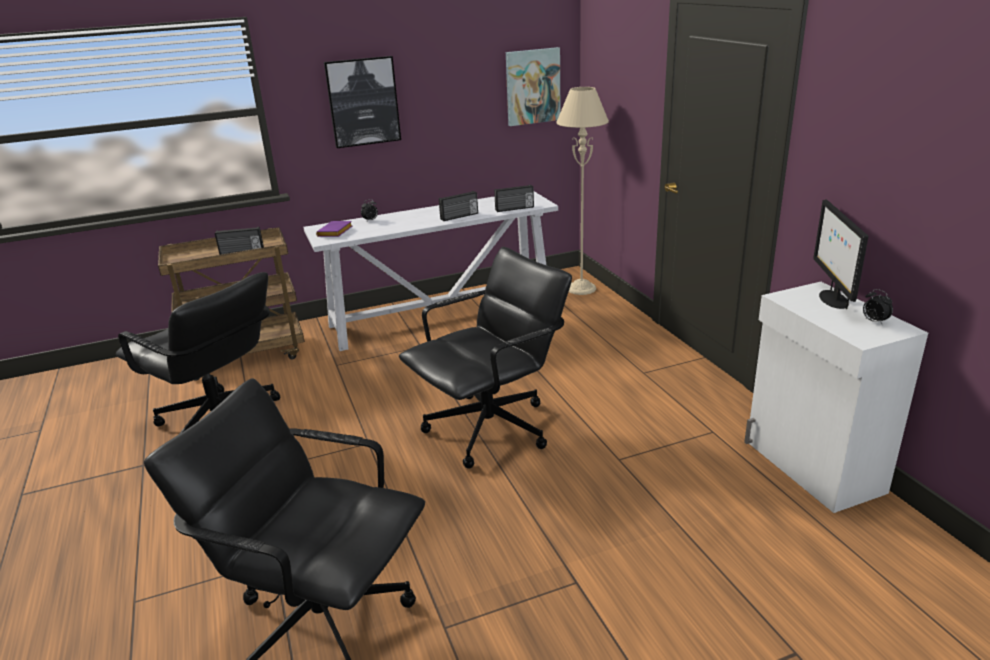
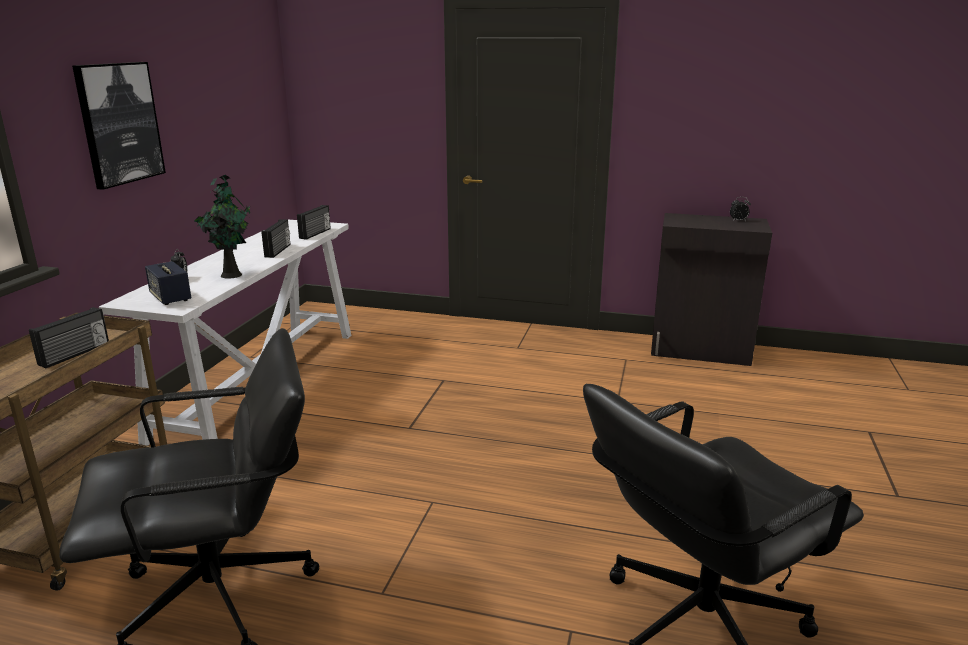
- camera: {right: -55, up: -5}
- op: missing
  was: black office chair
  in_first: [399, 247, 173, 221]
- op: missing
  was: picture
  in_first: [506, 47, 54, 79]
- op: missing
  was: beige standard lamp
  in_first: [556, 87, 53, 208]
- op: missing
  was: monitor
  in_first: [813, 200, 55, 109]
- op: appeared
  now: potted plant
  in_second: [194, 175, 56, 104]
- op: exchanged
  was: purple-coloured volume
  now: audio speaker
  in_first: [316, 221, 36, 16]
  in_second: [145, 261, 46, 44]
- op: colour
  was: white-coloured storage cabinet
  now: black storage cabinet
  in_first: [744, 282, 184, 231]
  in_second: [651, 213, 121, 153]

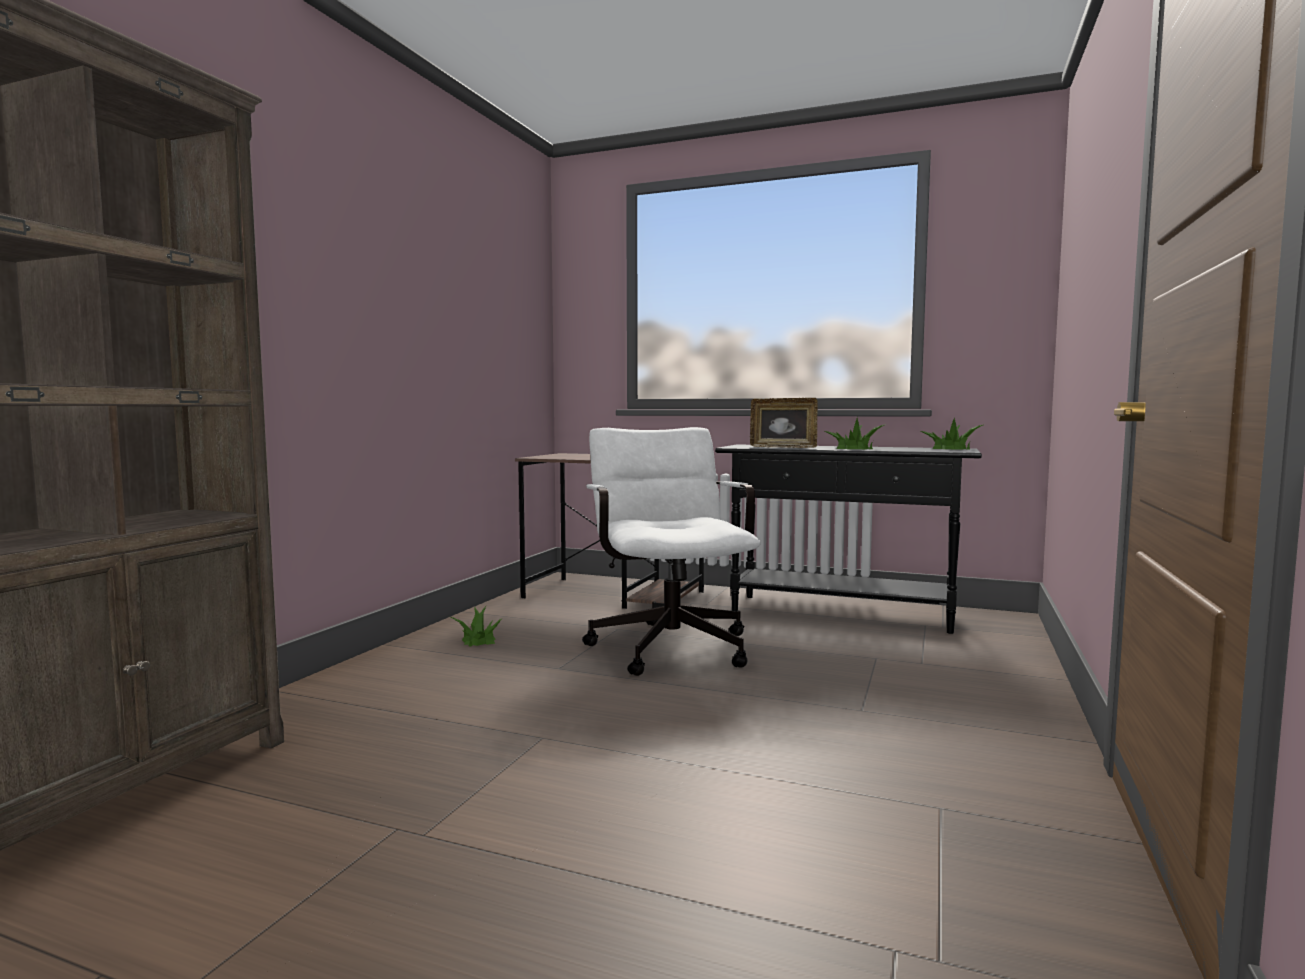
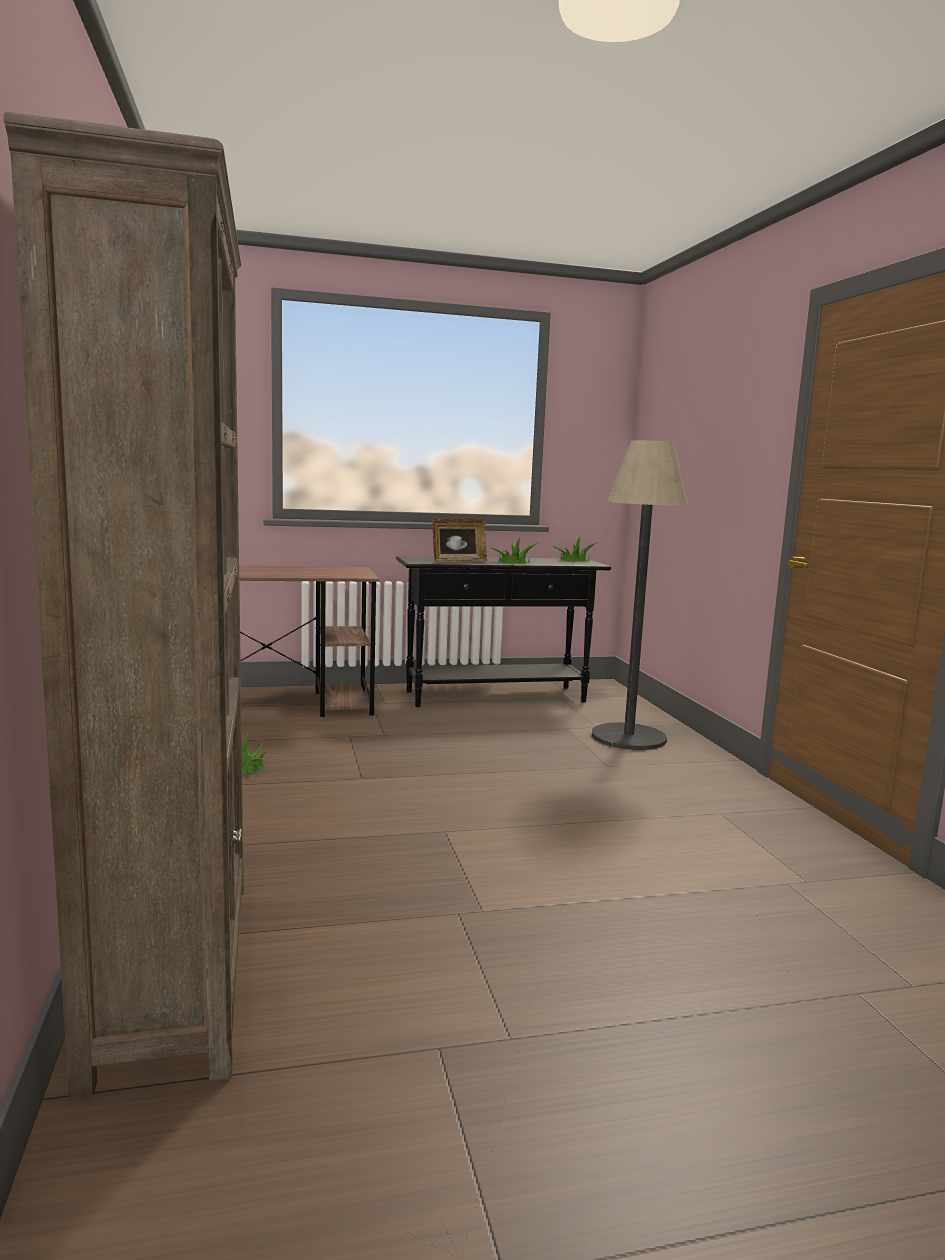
- camera: {right: -35, up: 5}
- op: missing
  was: white-coloured office chair
  in_first: [582, 427, 179, 249]
- op: appeared
  now: standard lamp
  in_second: [592, 440, 97, 310]

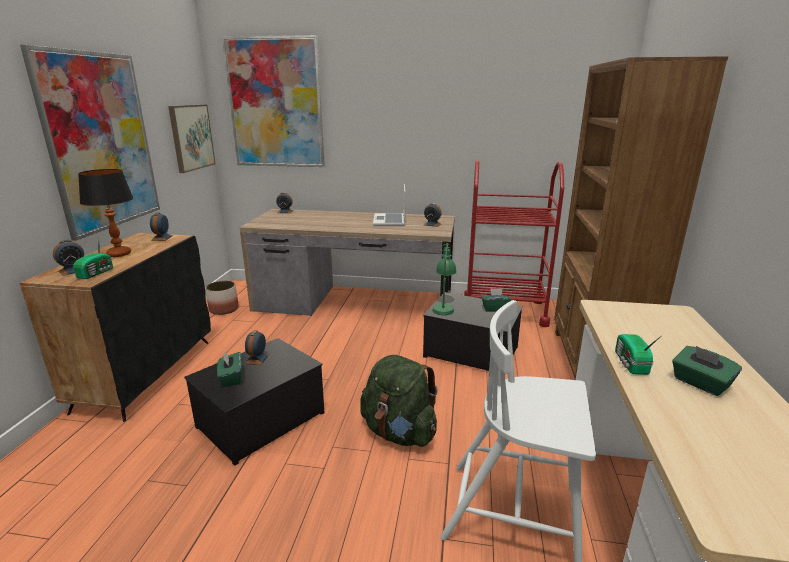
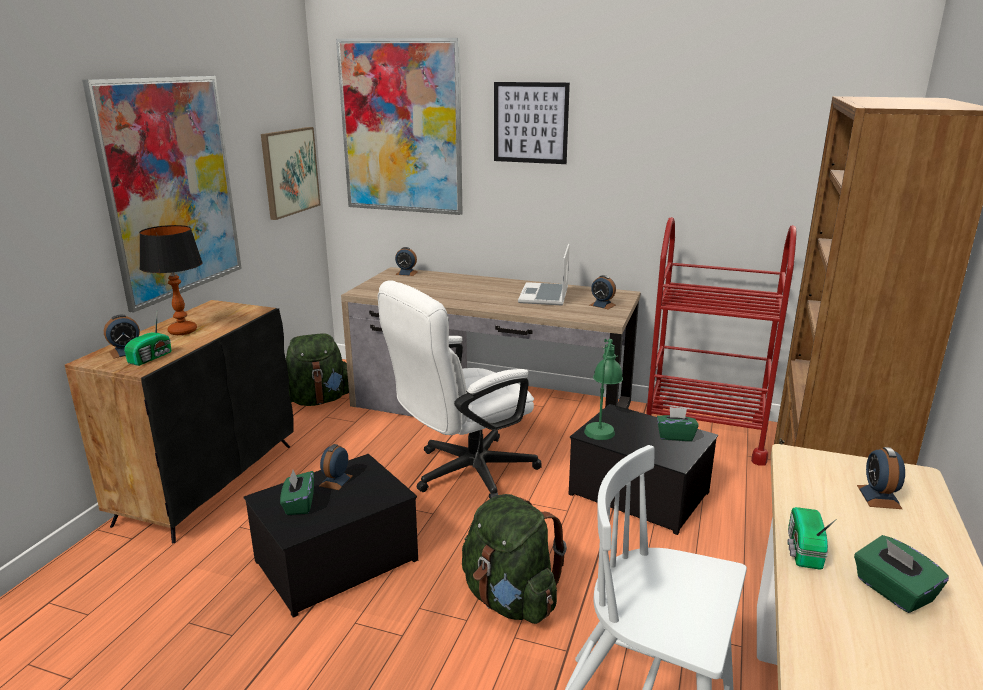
- camera: {right: 10, up: 0}
- op: appeared
  now: white-coloured office chair
  in_second: [378, 280, 164, 219]
- op: appeared
  now: picture
  in_second: [494, 82, 76, 82]
- op: relocated
  was: alarm clock
  in_first: [150, 213, 23, 28]
  in_second: [857, 447, 48, 62]
- op: exchanged
  was: flower pot
  now: green backpack
  in_first: [205, 281, 34, 34]
  in_second: [286, 333, 63, 73]

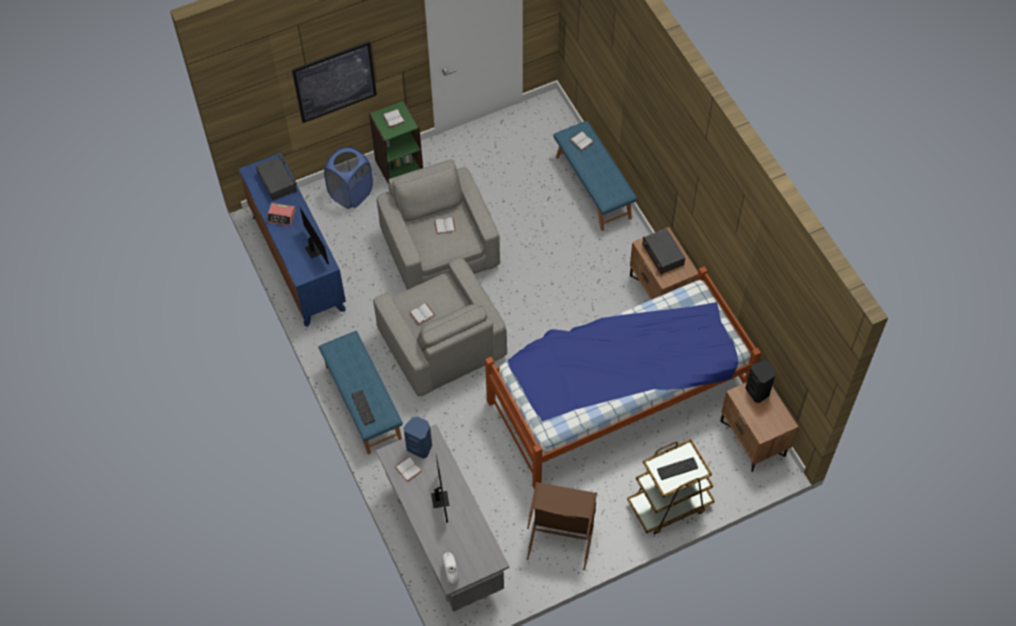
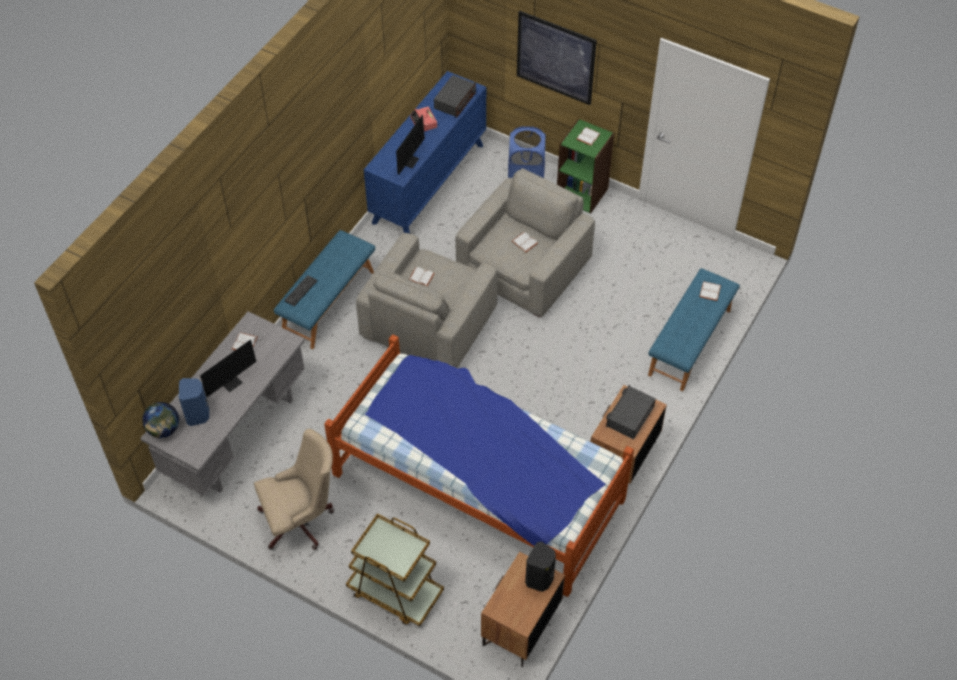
- camera: {right: 55, up: -5}
- op: missing
  was: computer keyboard
  in_first: [657, 457, 41, 23]
- op: relocated
  was: bluish audio speaker
  in_first: [403, 417, 29, 42]
  in_second: [179, 378, 30, 48]
- op: exchanged
  was: white-coloured decorative vase
  now: world globe
  in_first: [443, 552, 16, 34]
  in_second: [142, 402, 37, 36]
- op: exchanged
  was: brownish washing basket
  now: beige office chair
  in_first: [527, 482, 70, 88]
  in_second: [254, 429, 80, 121]

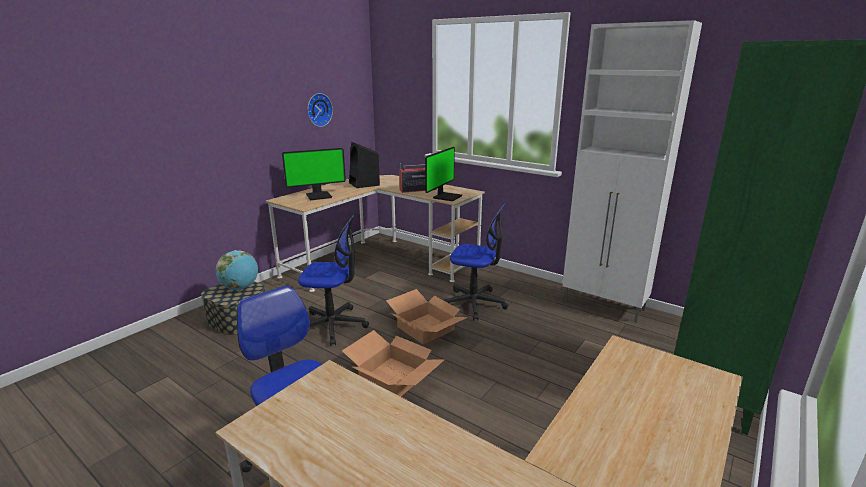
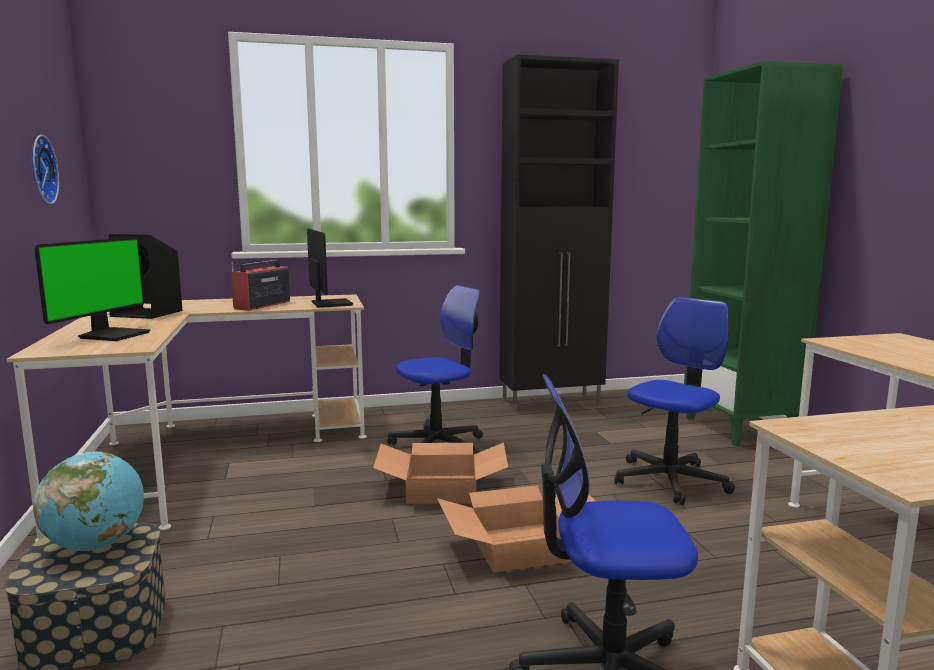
- camera: {right: -50, up: -10}
- op: relocated
  was: office chair
  in_first: [298, 215, 71, 131]
  in_second: [614, 297, 121, 208]
- op: colour
  was: white-coloured storage cabinet
  now: black storage cabinet
  in_first: [562, 20, 140, 303]
  in_second: [499, 54, 120, 358]

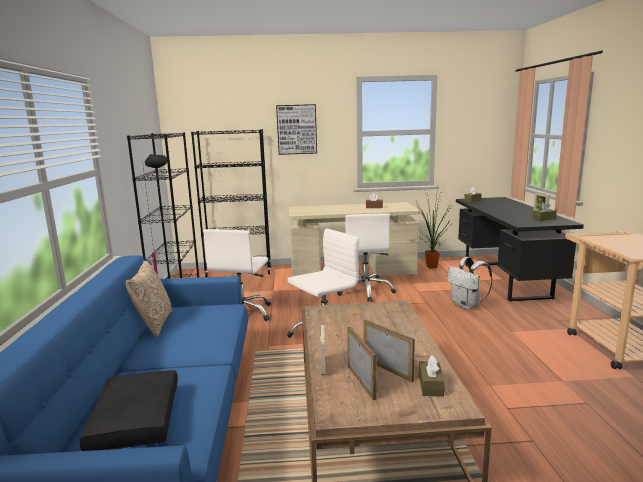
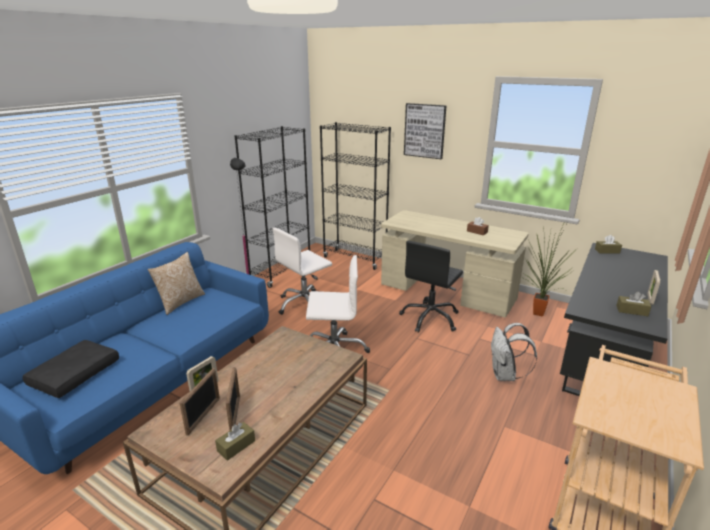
- camera: {right: 35, up: 10}
- op: colour
  was: white-coloured office chair
  now: black office chair
  in_first: [337, 213, 59, 89]
  in_second: [399, 241, 64, 92]

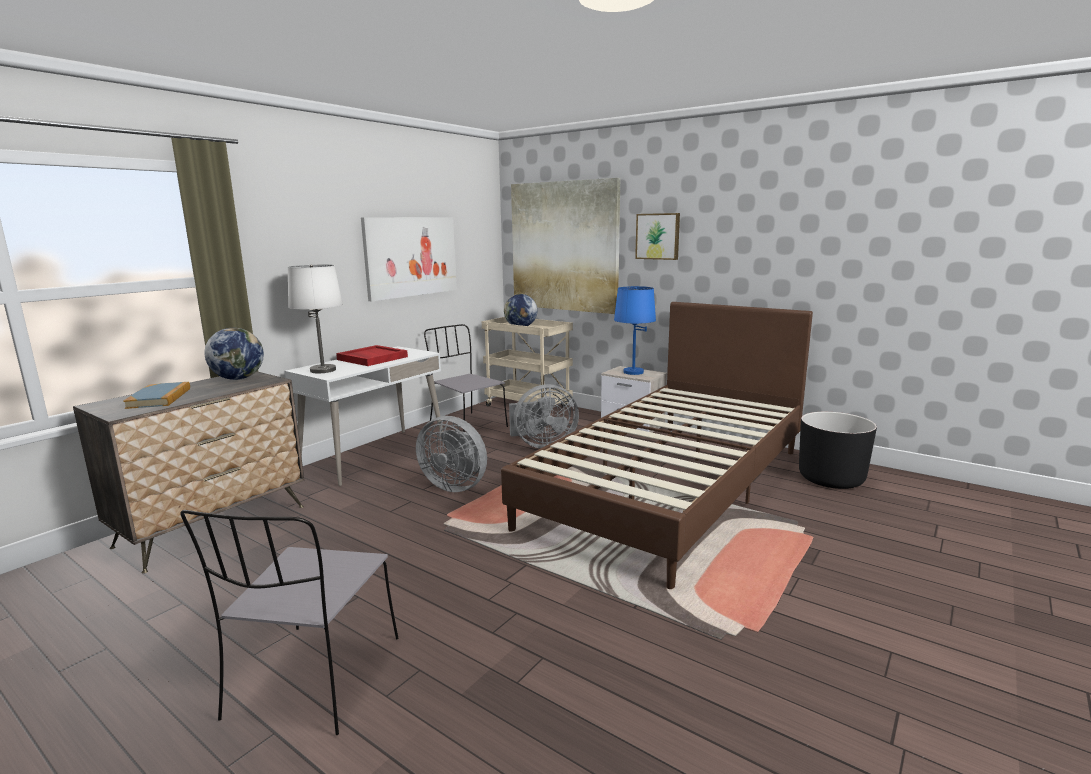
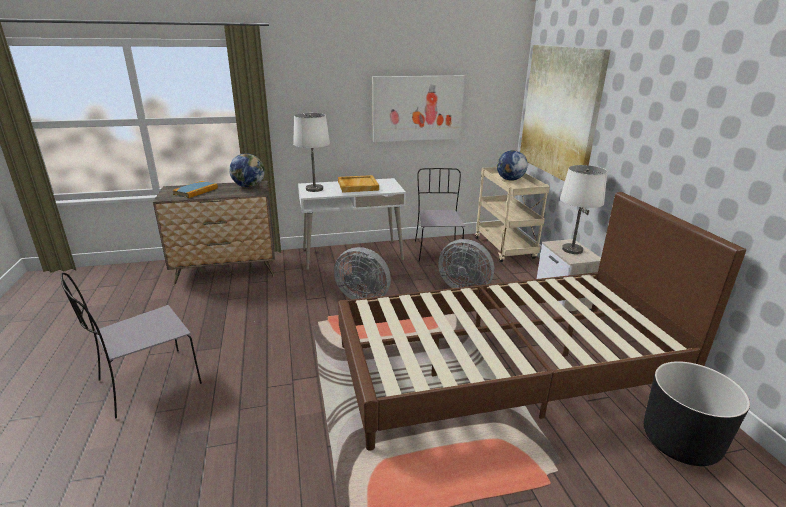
- camera: {right: 40, up: 10}
- op: missing
  was: picture
  in_first: [635, 213, 45, 47]
- op: colour
  was: red tray
  now: beige tray
  in_first: [336, 345, 72, 21]
  in_second: [338, 175, 41, 18]
- op: colour
  was: bluish table lamp
  now: white-coloured table lamp
  in_first: [614, 286, 42, 89]
  in_second: [560, 165, 47, 89]
- op: spun
  was: greyish fan
  in_first: [416, 416, 71, 76]
  in_second: [334, 247, 57, 52]
  clockwise: -45

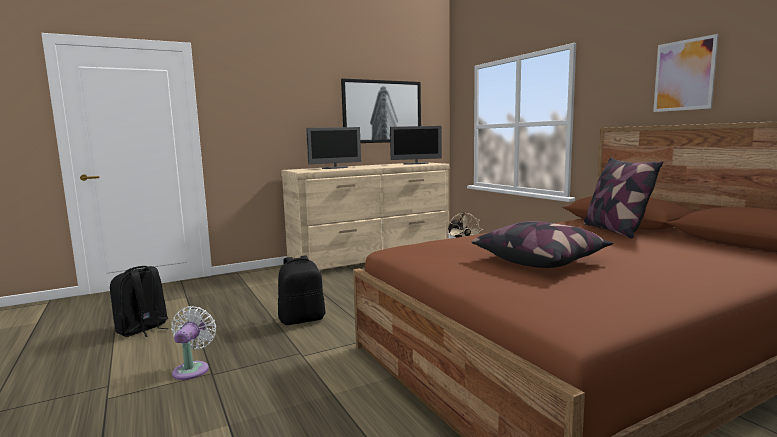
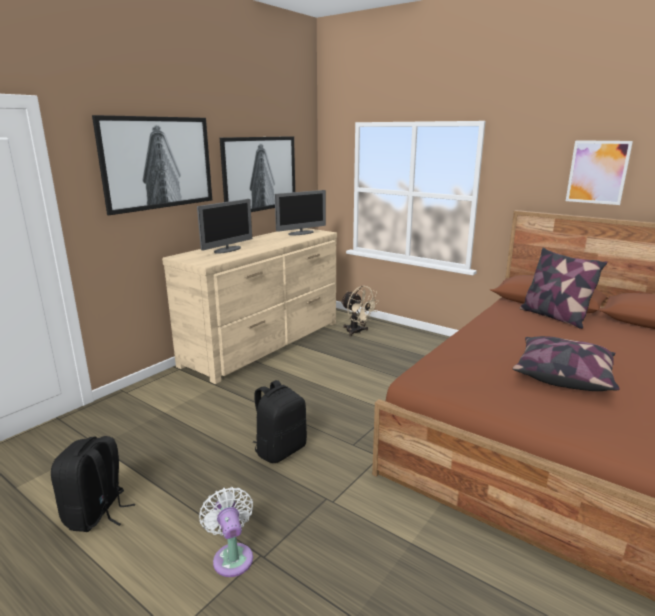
- camera: {right: -25, up: 10}
- op: appeared
  now: picture
  in_second: [92, 115, 120, 100]

